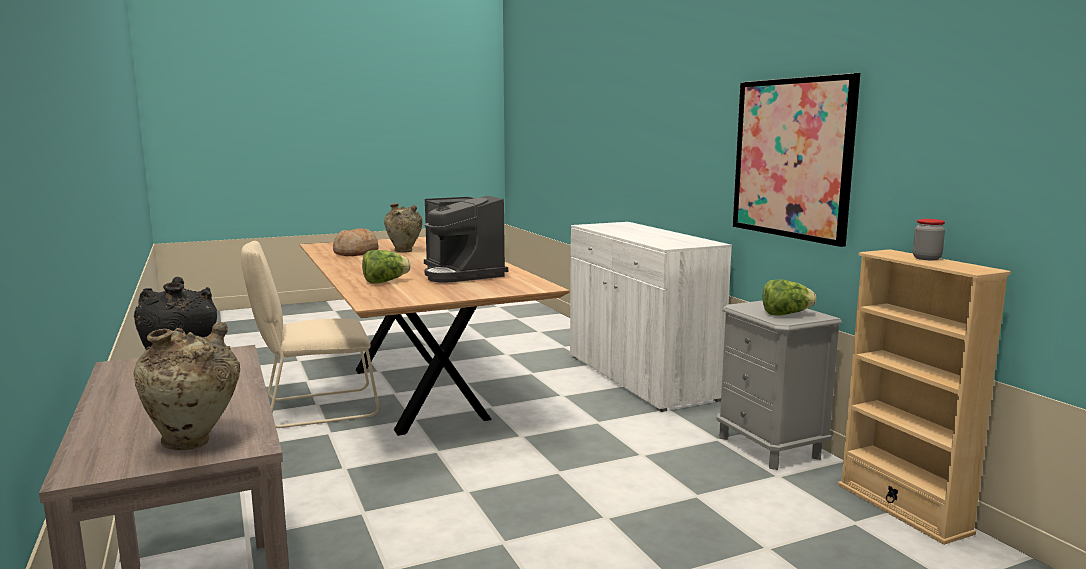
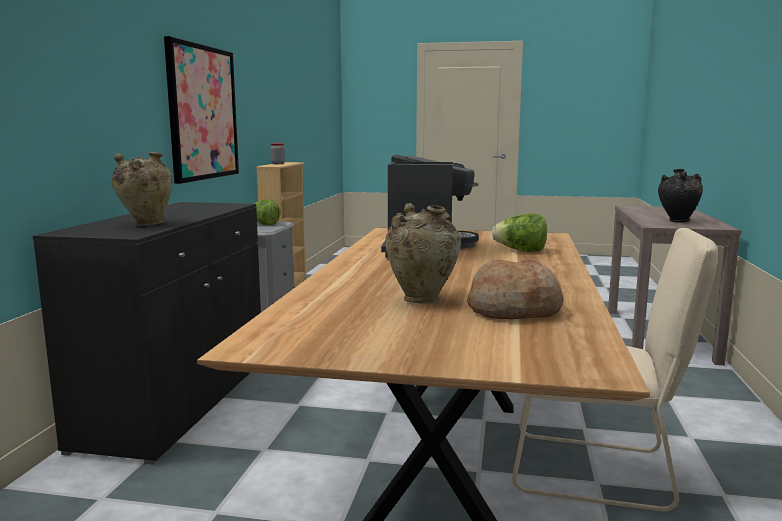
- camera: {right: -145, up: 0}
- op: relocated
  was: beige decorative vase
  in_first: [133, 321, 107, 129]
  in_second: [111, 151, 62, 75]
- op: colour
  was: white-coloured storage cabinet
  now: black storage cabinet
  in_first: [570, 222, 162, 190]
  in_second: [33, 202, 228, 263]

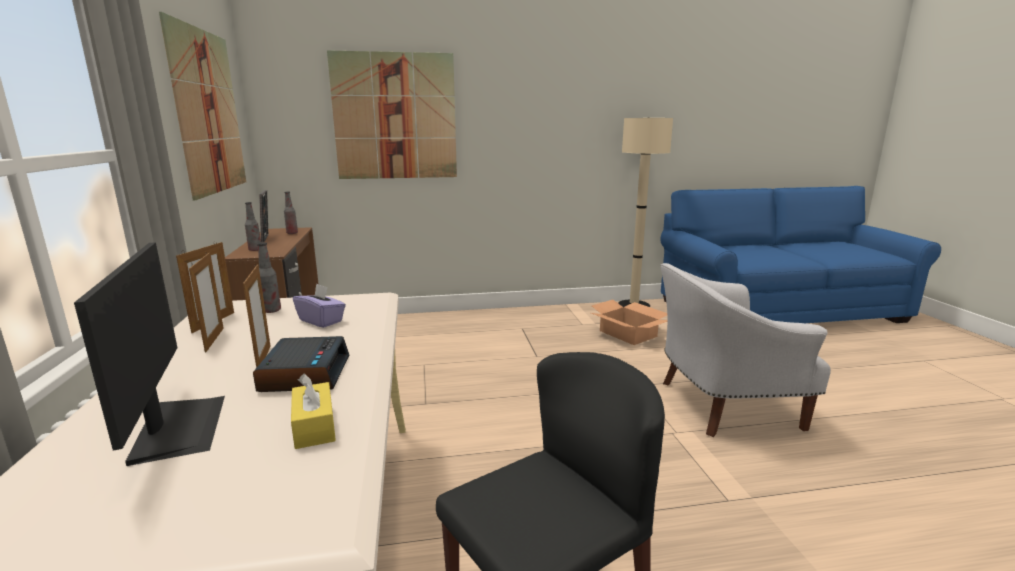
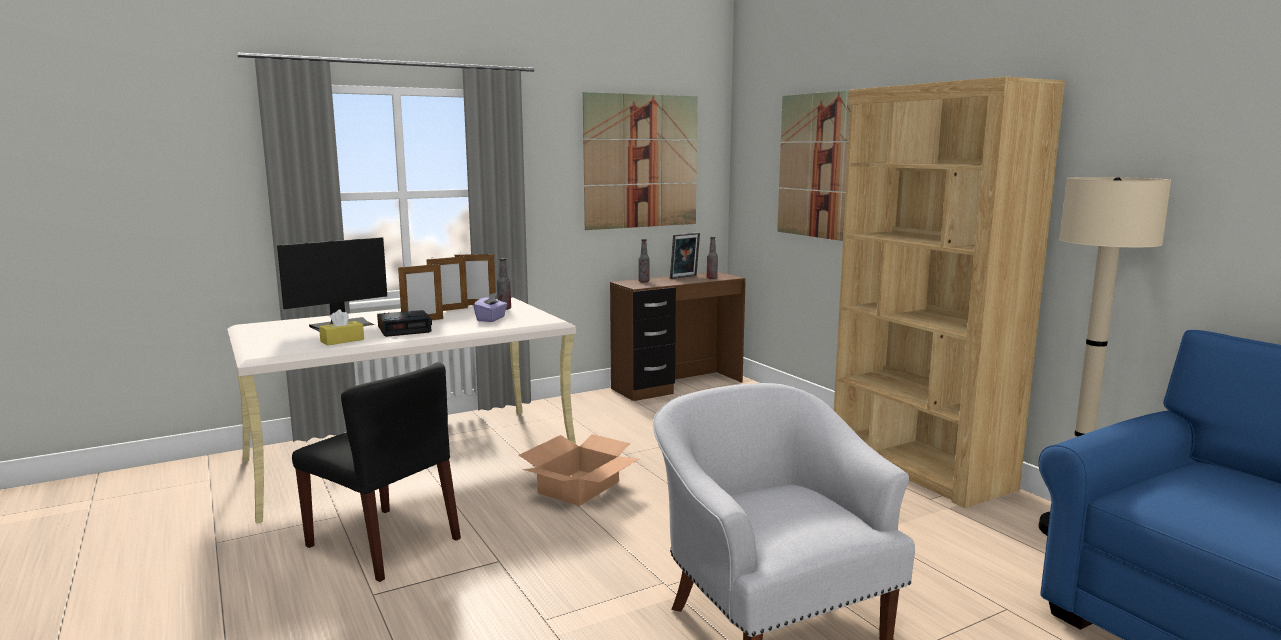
- camera: {right: 70, up: -5}
- op: appeared
  now: brownish bookcase
  in_second: [834, 77, 231, 431]
- op: relocated
  was: packing box
  in_first: [591, 300, 76, 45]
  in_second: [518, 434, 121, 72]

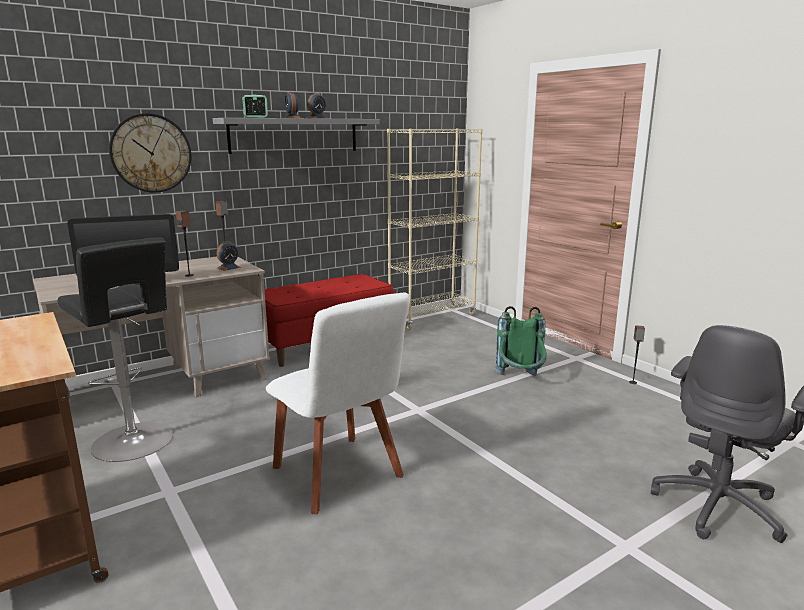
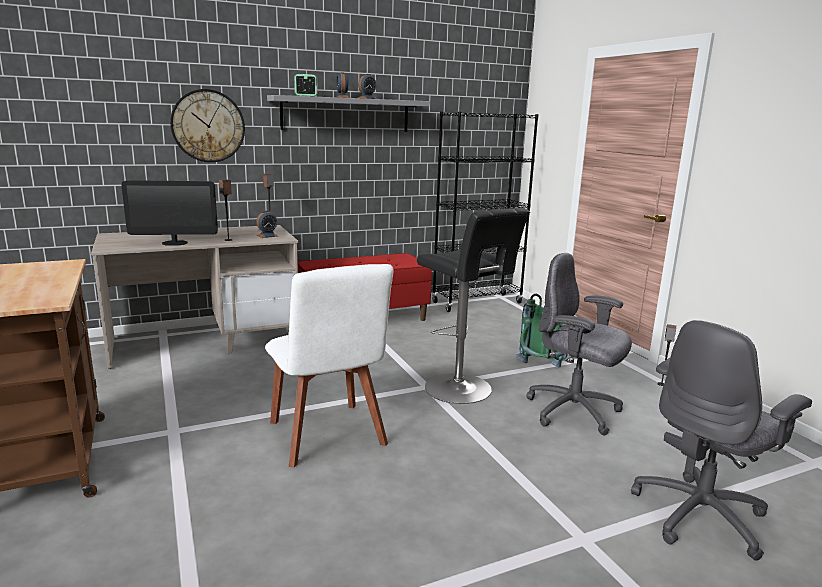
- camera: {right: 10, up: 0}
- op: appeared
  now: greyish office chair
  in_second: [526, 253, 106, 183]
- op: relocated
  was: black stool
  in_first: [57, 237, 116, 225]
  in_second: [417, 208, 113, 196]
- op: colour
  was: beige bookcase
  now: black bookcase
  in_first: [387, 129, 96, 201]
  in_second: [432, 111, 107, 201]

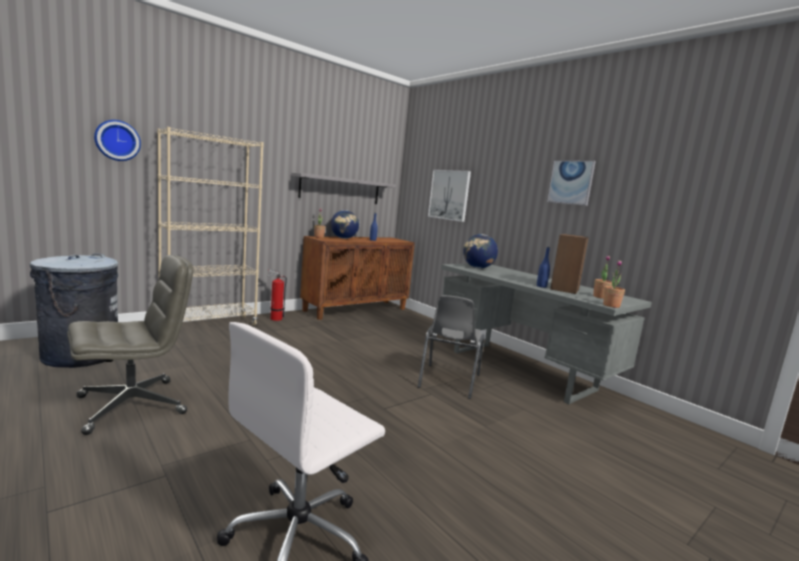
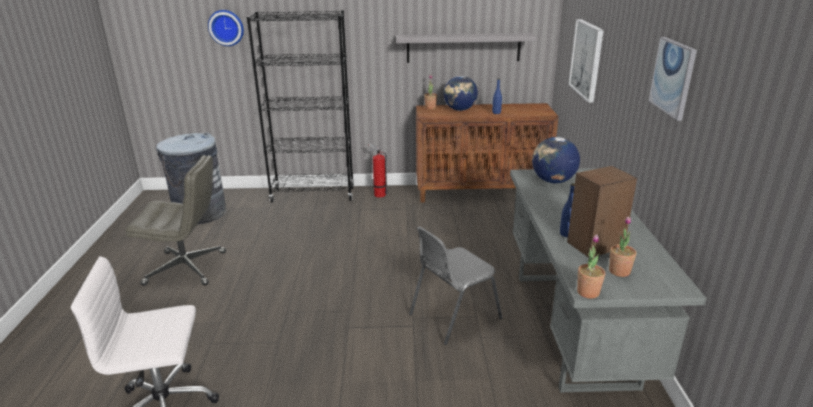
- camera: {right: 40, up: 15}
- op: colour
  was: beige bookcase
  now: black bookcase
  in_first: [157, 127, 107, 199]
  in_second: [247, 10, 107, 192]

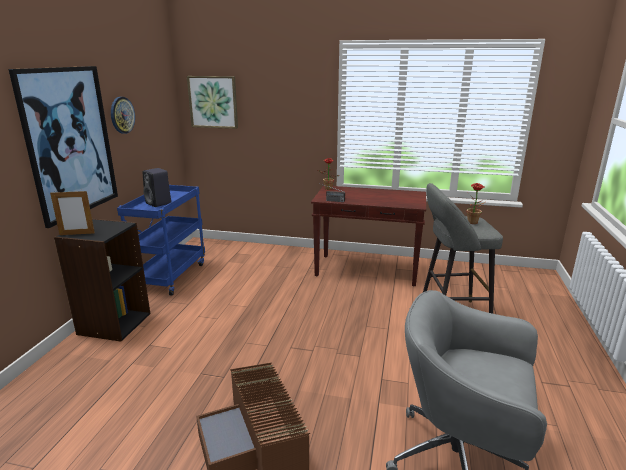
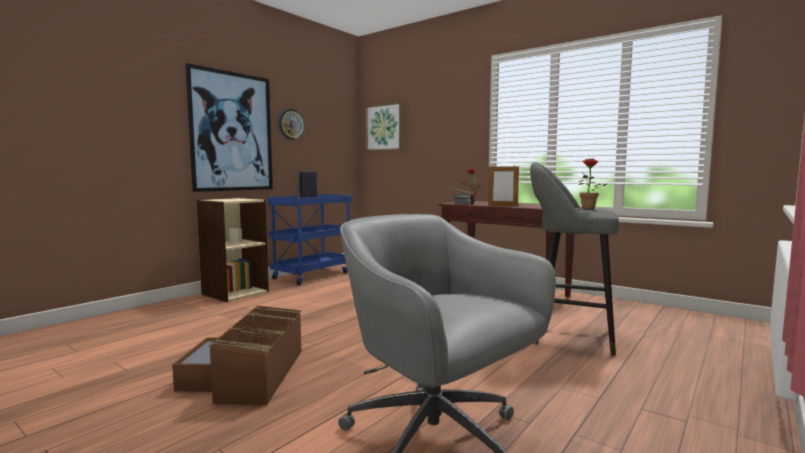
- camera: {right: 25, up: -15}
- op: relocated
  was: picture frame
  in_first: [50, 191, 45, 44]
  in_second: [488, 166, 31, 40]
- op: colour
  was: black bookcase
  now: beige bookcase
  in_first: [54, 219, 96, 123]
  in_second: [197, 198, 72, 104]

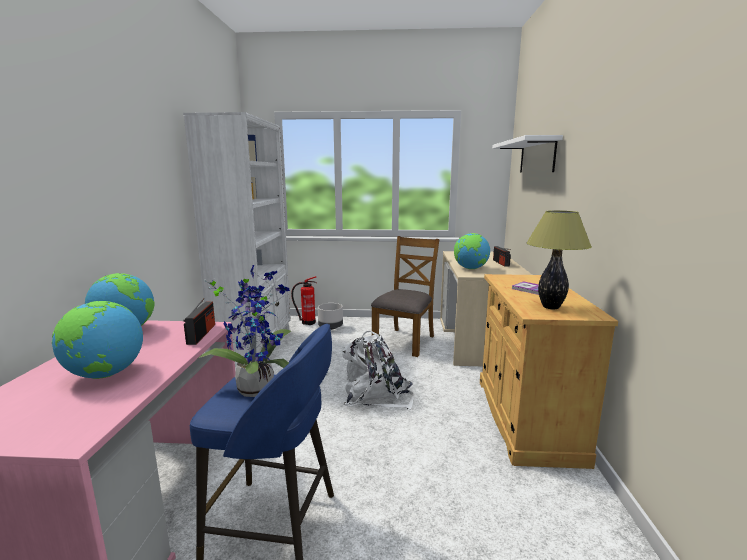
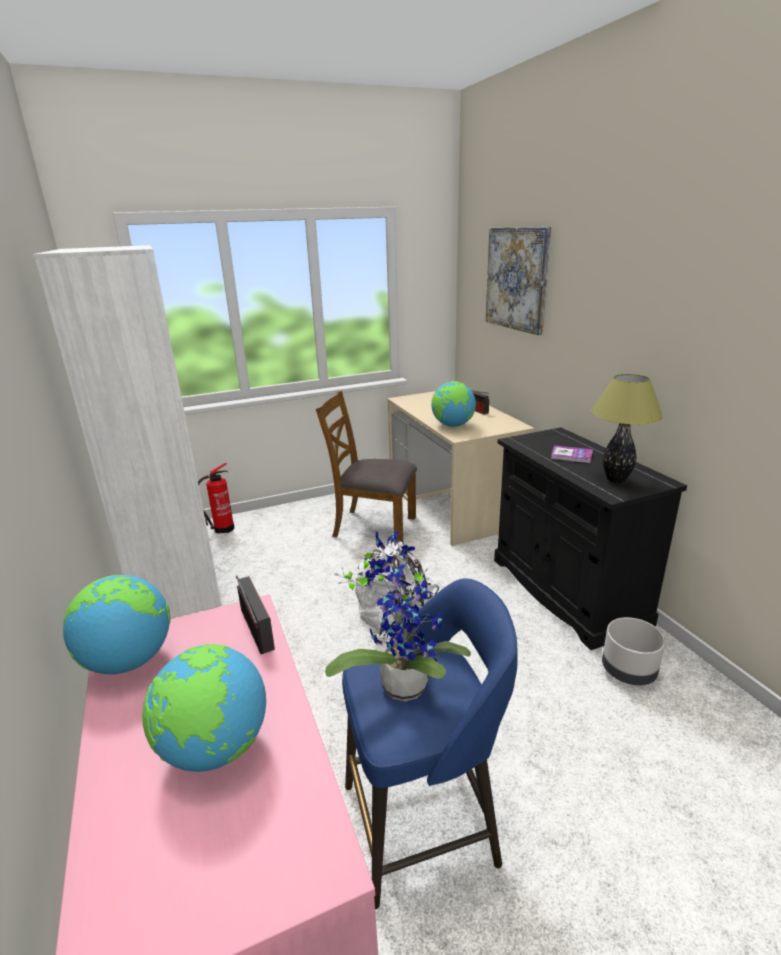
- camera: {right: -25, up: 10}
- op: relocated
  was: greyish flower pot
  in_first: [318, 303, 25, 27]
  in_second: [602, 617, 63, 68]
- op: exchanged
  was: white-coloured shelf
  now: picture
  in_first: [492, 135, 71, 38]
  in_second: [486, 227, 65, 108]
- op: colour
  was: beige storage cabinet
  now: black storage cabinet
  in_first: [480, 274, 138, 195]
  in_second: [494, 427, 193, 223]
- op: spun
  was: brownish upright chair
  in_first: [371, 236, 68, 121]
  in_second: [316, 391, 101, 152]
  clockwise: -75

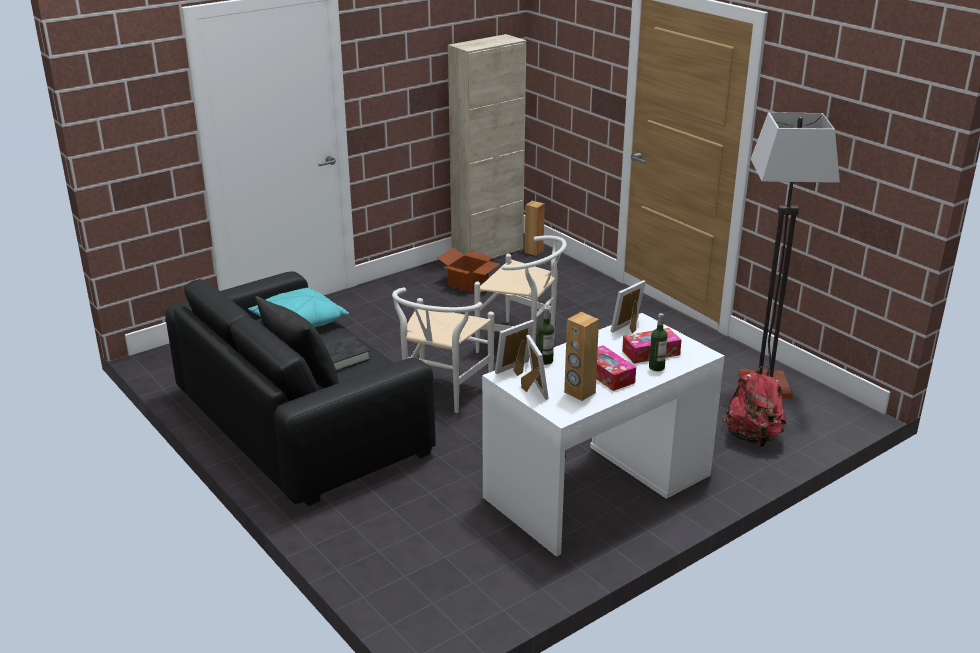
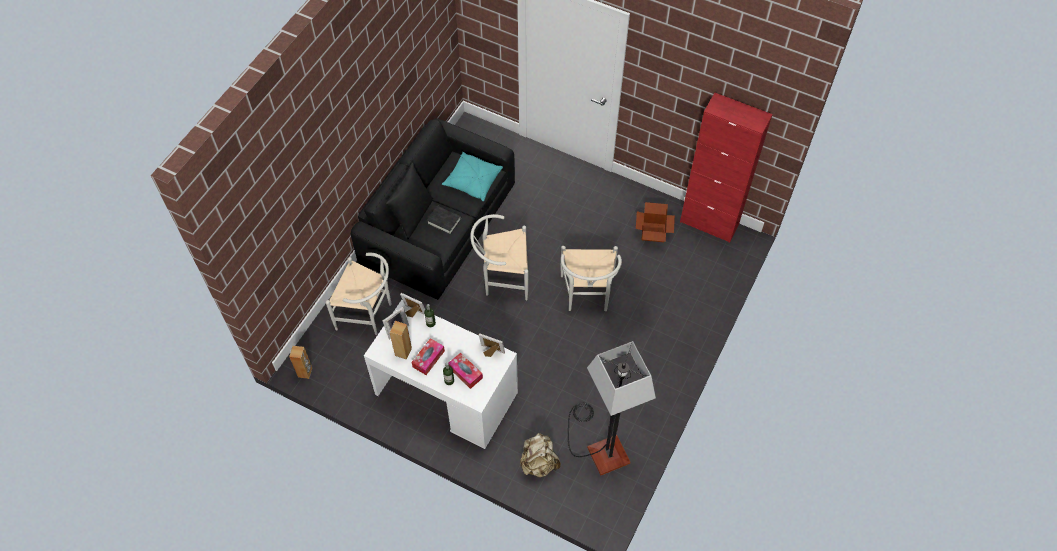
- camera: {right: 65, up: 30}
- op: appeared
  now: white-coloured upright chair
  in_second: [326, 253, 66, 82]
- op: relocated
  was: brownish audio speaker
  in_first: [524, 201, 21, 55]
  in_second: [289, 346, 23, 33]
- op: colour
  was: beige storage cabinet
  now: red storage cabinet
  in_first: [448, 34, 78, 225]
  in_second: [680, 93, 93, 150]
- op: colour
  was: red backpack
  now: beige backpack
  in_first: [722, 365, 64, 82]
  in_second: [520, 433, 41, 44]

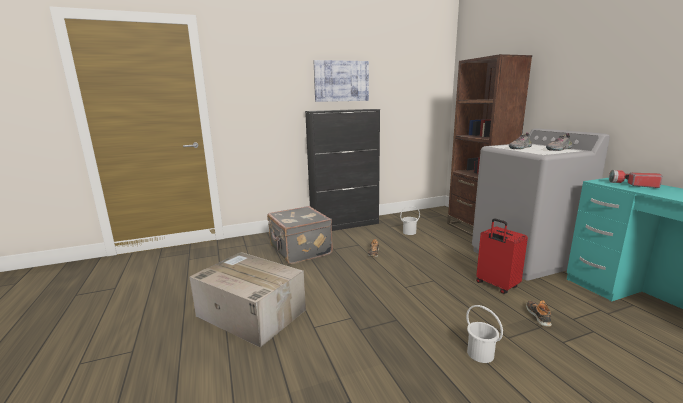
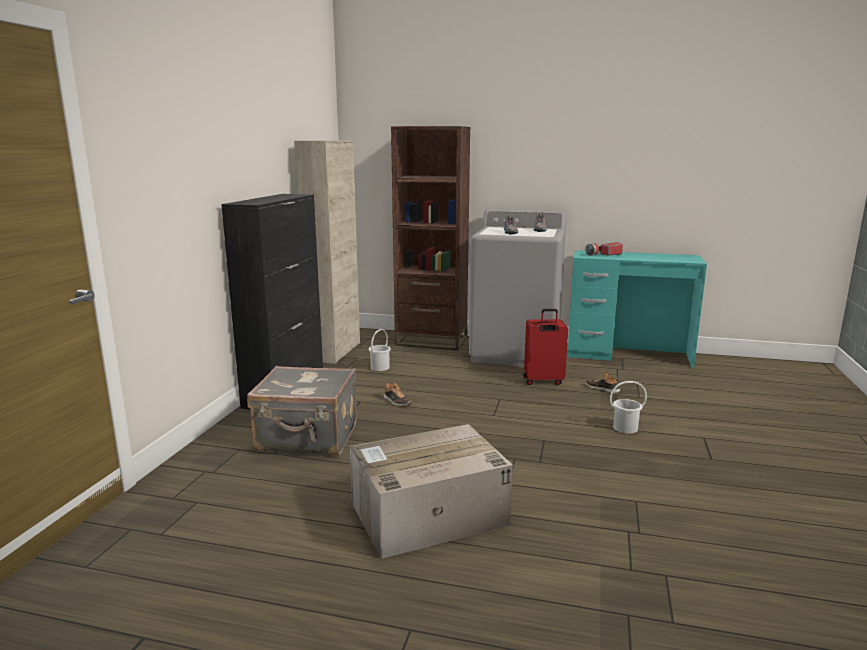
- camera: {right: -55, up: 0}
- op: missing
  was: picture
  in_first: [314, 60, 55, 42]
- op: appeared
  now: beige storage cabinet
  in_second: [294, 141, 66, 223]

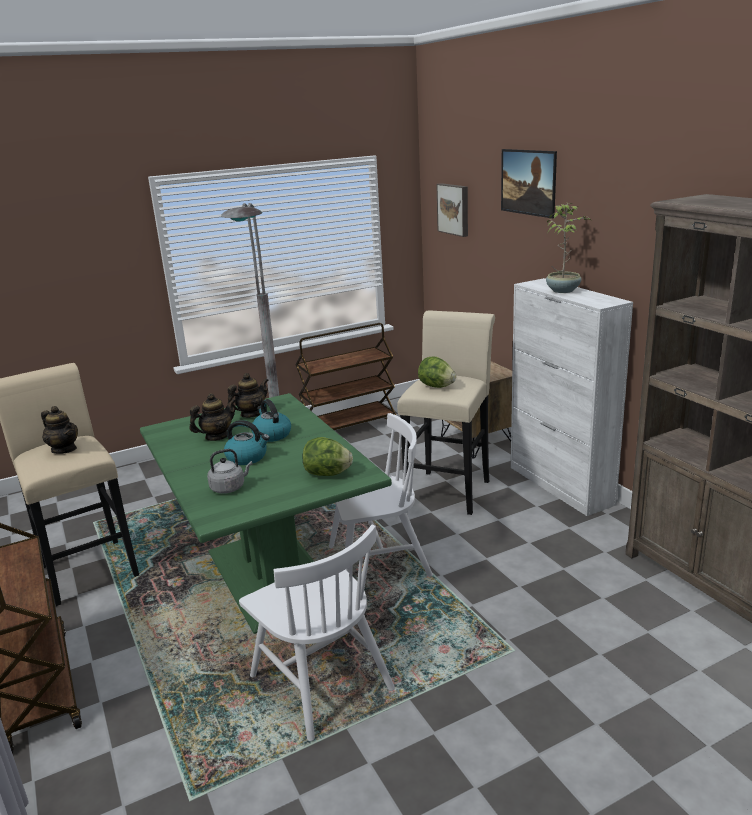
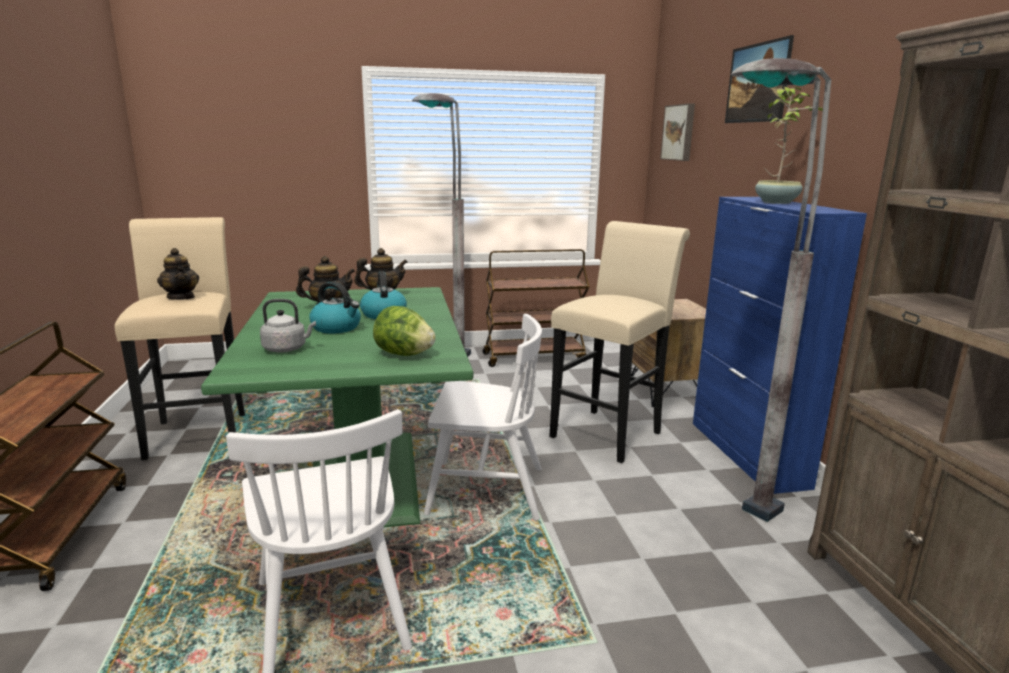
- camera: {right: 15, up: -5}
- op: missing
  was: lettuce
  in_first: [418, 356, 38, 32]
- op: appeared
  now: greyish standard lamp
  in_second: [731, 58, 100, 464]
- op: colour
  was: white-coloured storage cabinet
  now: bluish storage cabinet
  in_first: [511, 278, 122, 238]
  in_second: [693, 197, 174, 297]

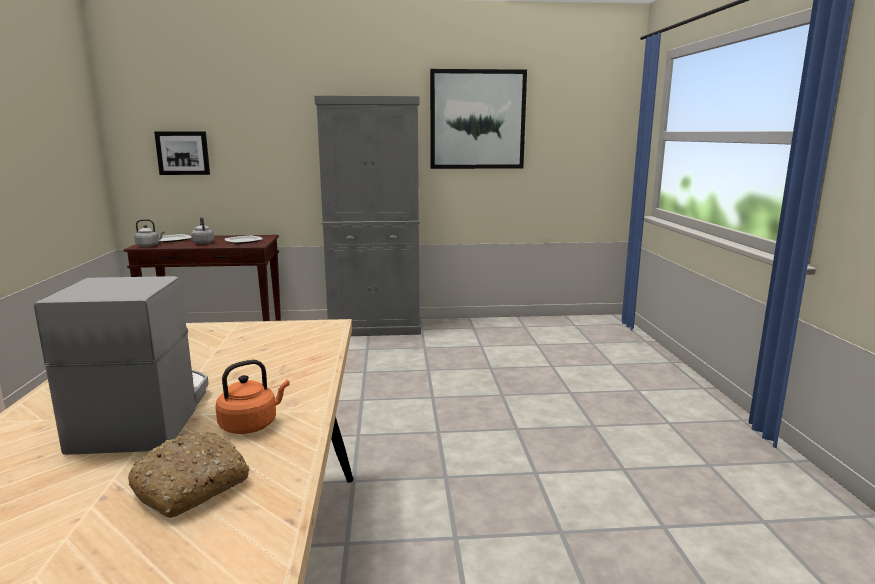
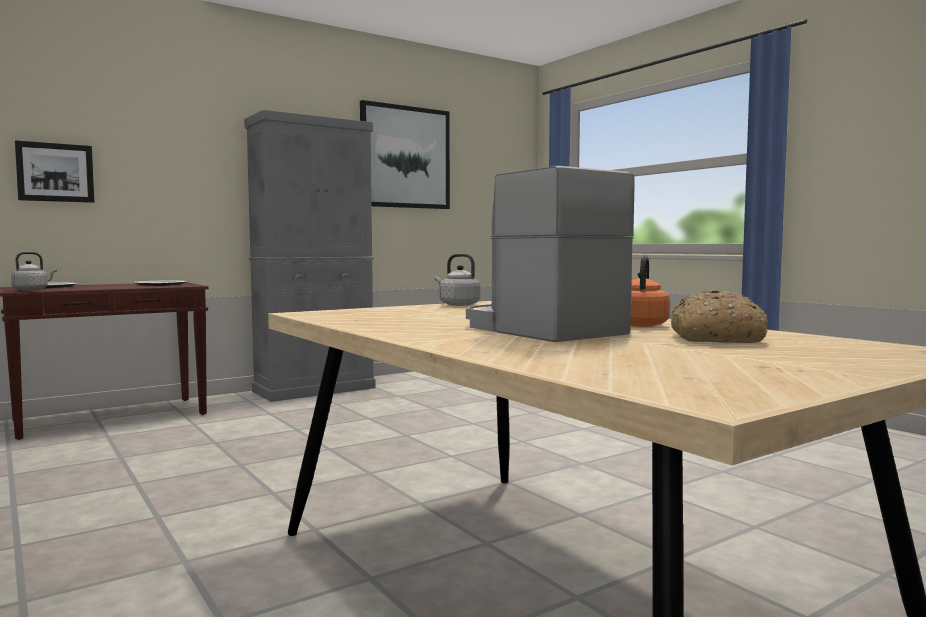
- camera: {right: -30, up: -10}
- op: relocated
  was: greyish water kettle
  in_first: [191, 217, 23, 27]
  in_second: [435, 254, 46, 52]

